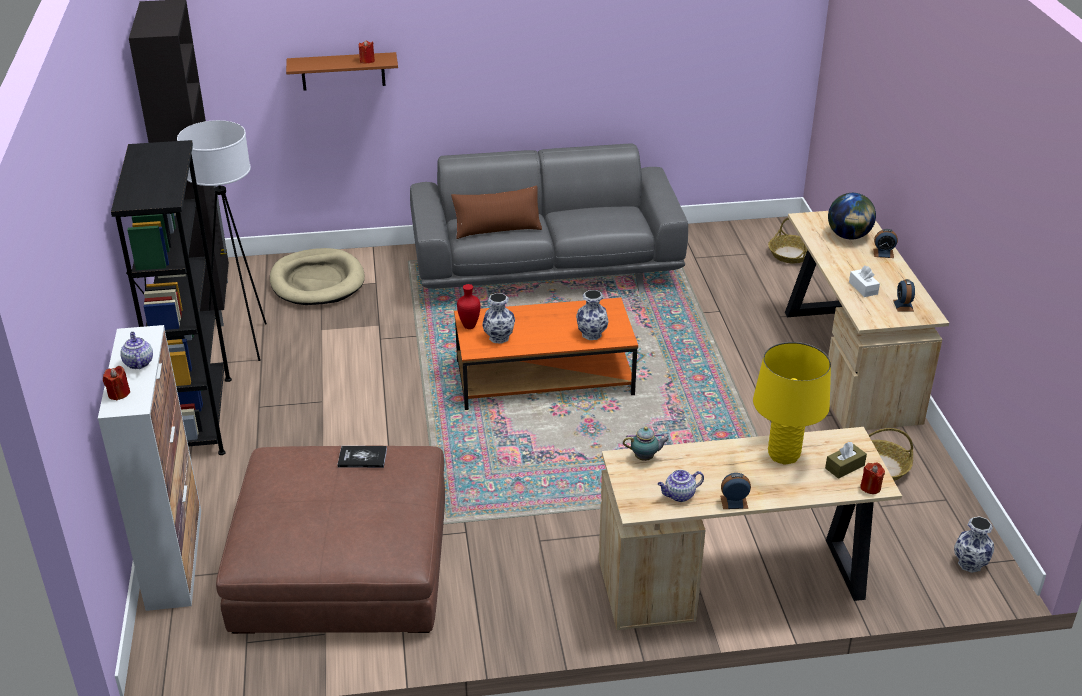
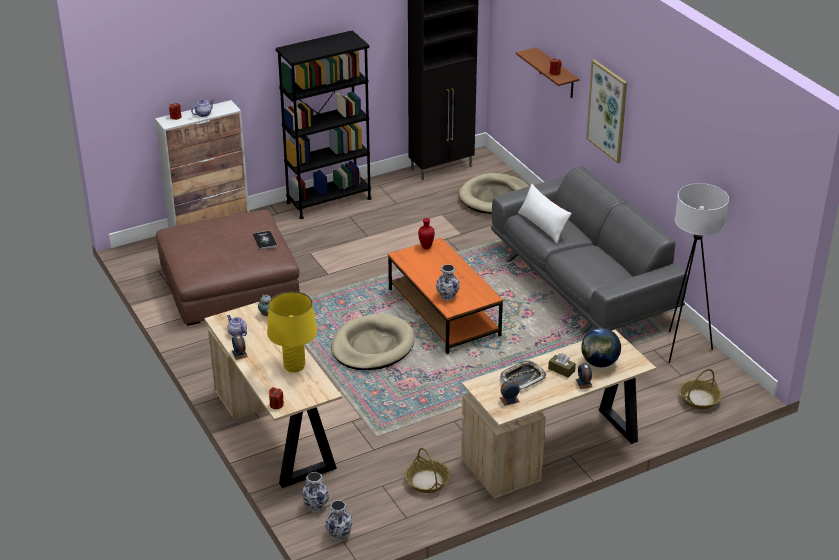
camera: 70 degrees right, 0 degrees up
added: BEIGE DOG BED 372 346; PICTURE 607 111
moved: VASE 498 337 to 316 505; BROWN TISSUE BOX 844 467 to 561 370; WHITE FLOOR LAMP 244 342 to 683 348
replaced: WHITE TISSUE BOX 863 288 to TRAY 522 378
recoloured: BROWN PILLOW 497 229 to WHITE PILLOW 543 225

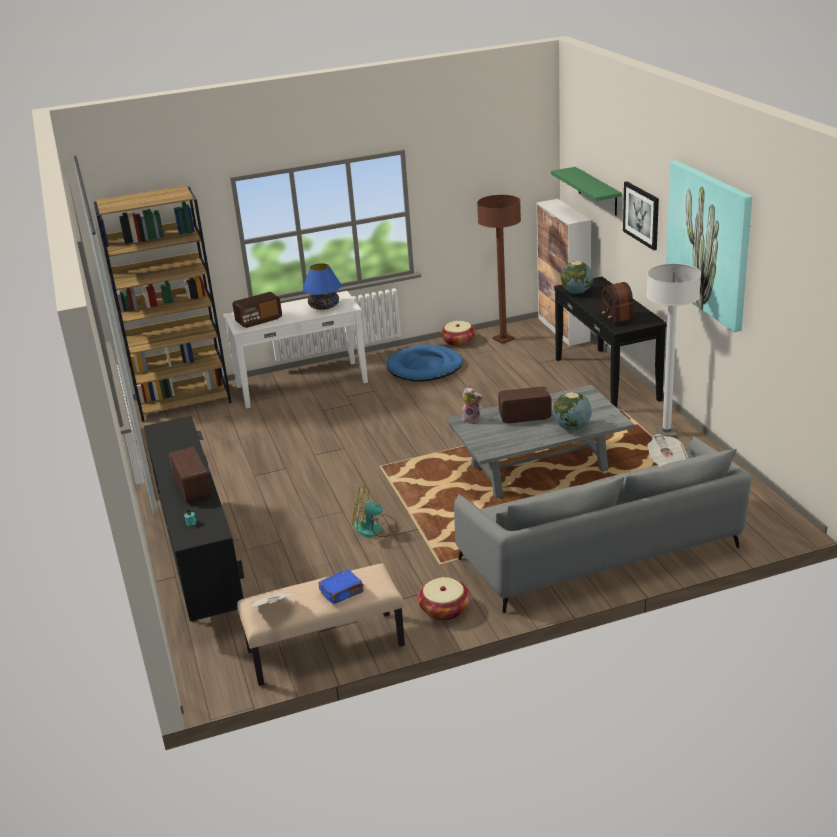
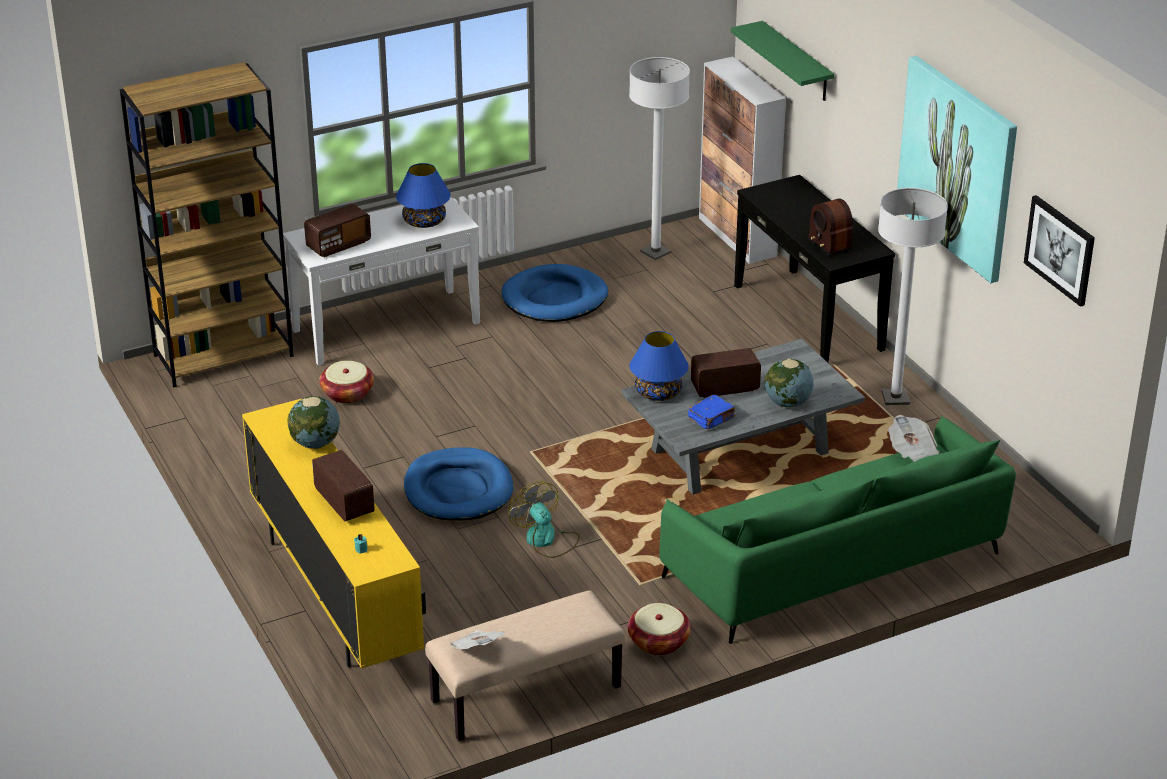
camera: 10 degrees left, 5 degrees up
added: BLUE DOG BED 458 489
moved: GLOBE 576 292 to 315 443; BASKET 458 341 to 347 393; BLUE BOOK 342 592 to 711 419; PICTURE 641 215 to 1060 249
replaced: PLUSH TOY 472 420 to BLUE TABLE LAMP 658 393
recoloured: BLACK TV STAND 201 565 to YELLOW TV STAND 334 594; BROWN FLOOR LAMP 503 339 to WHITE FLOOR LAMP 655 252; GREY SOFA 603 553 to GREEN SOFA 838 565
turned: FAN 374 529 = 546 540 60 degrees clockwise

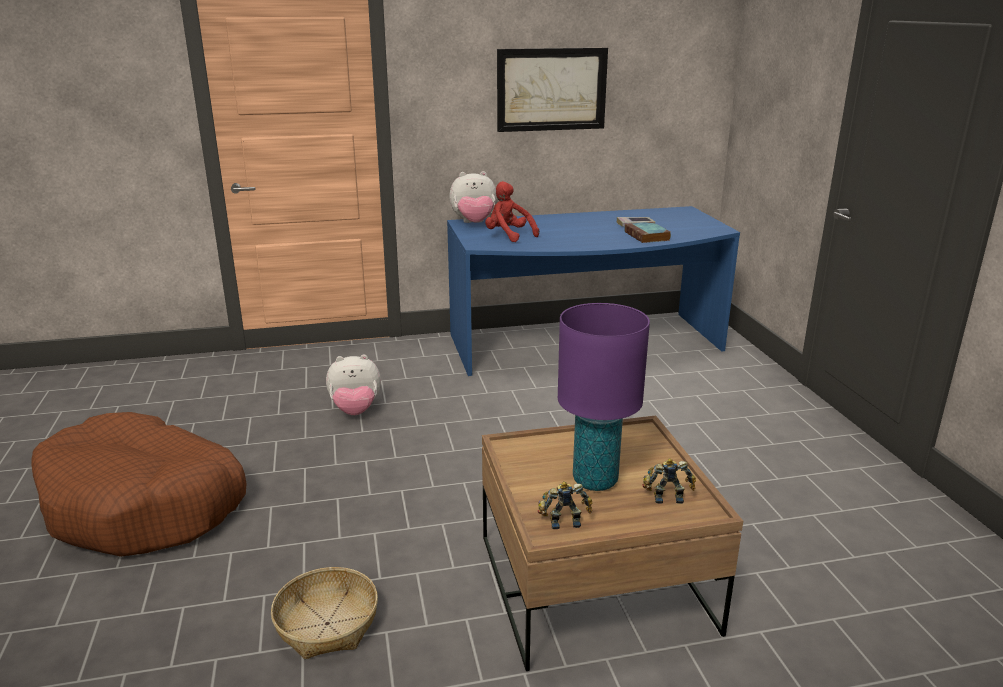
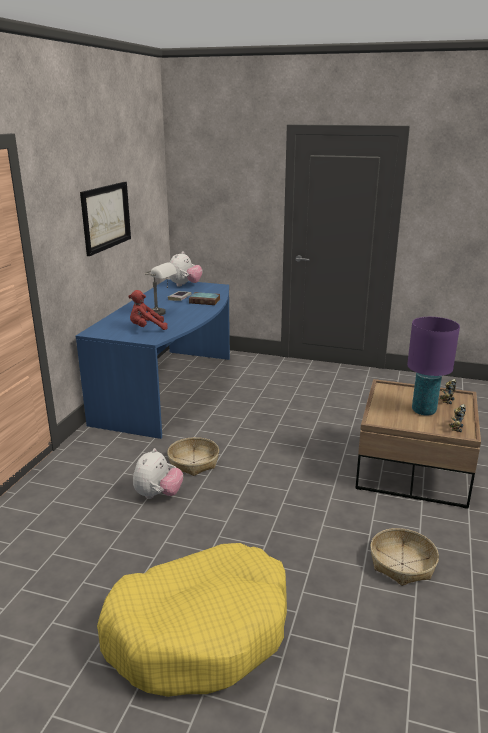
camera: 60 degrees left, 0 degrees up
added: GREY TABLE LAMP 162 313; BASKET 194 462
moved: PLUSH TOY 474 223 to 185 285
recoloured: BROWN DOG BED 144 504 to YELLOW DOG BED 200 631

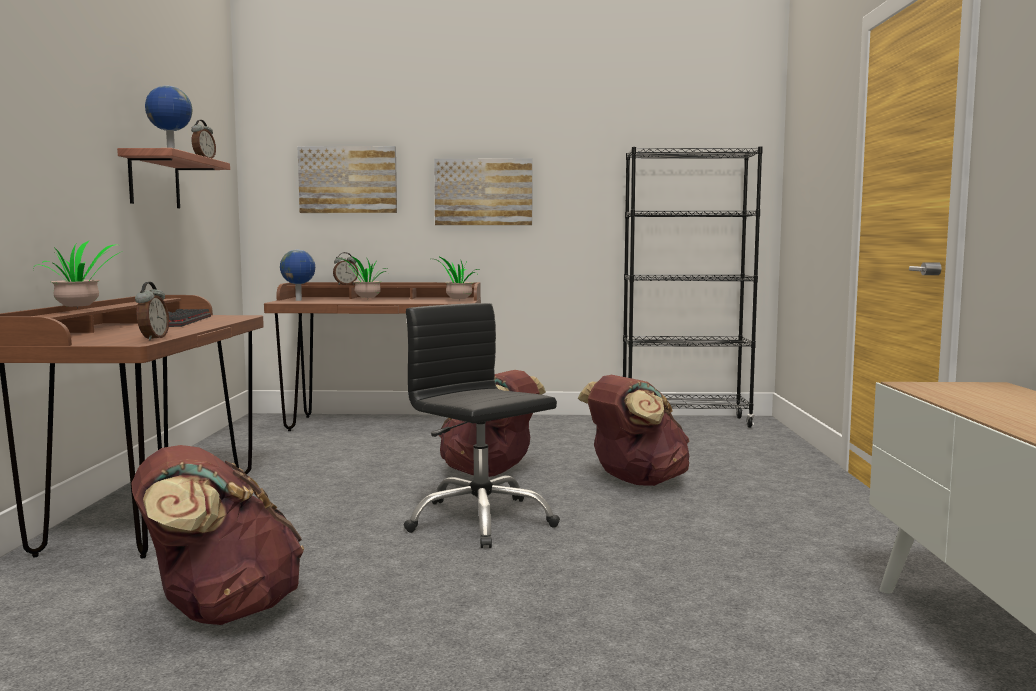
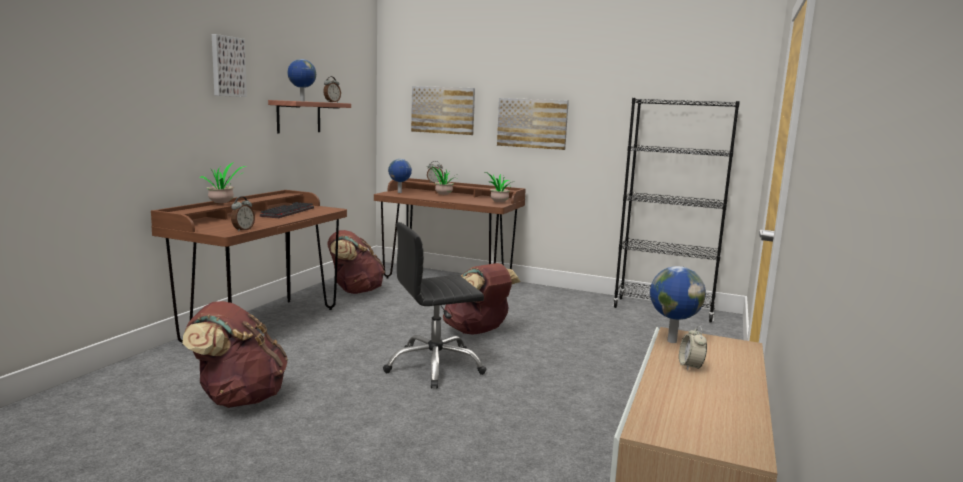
camera: 20 degrees right, 5 degrees up
added: PICTURE 227 66; GLOBE 671 341; ALARM CLOCK 690 366
moved: BROWN BACKPACK 636 482 to 355 291
turned: BLACK OFFICE CHAIR 480 520 = 434 366 90 degrees counterclockwise

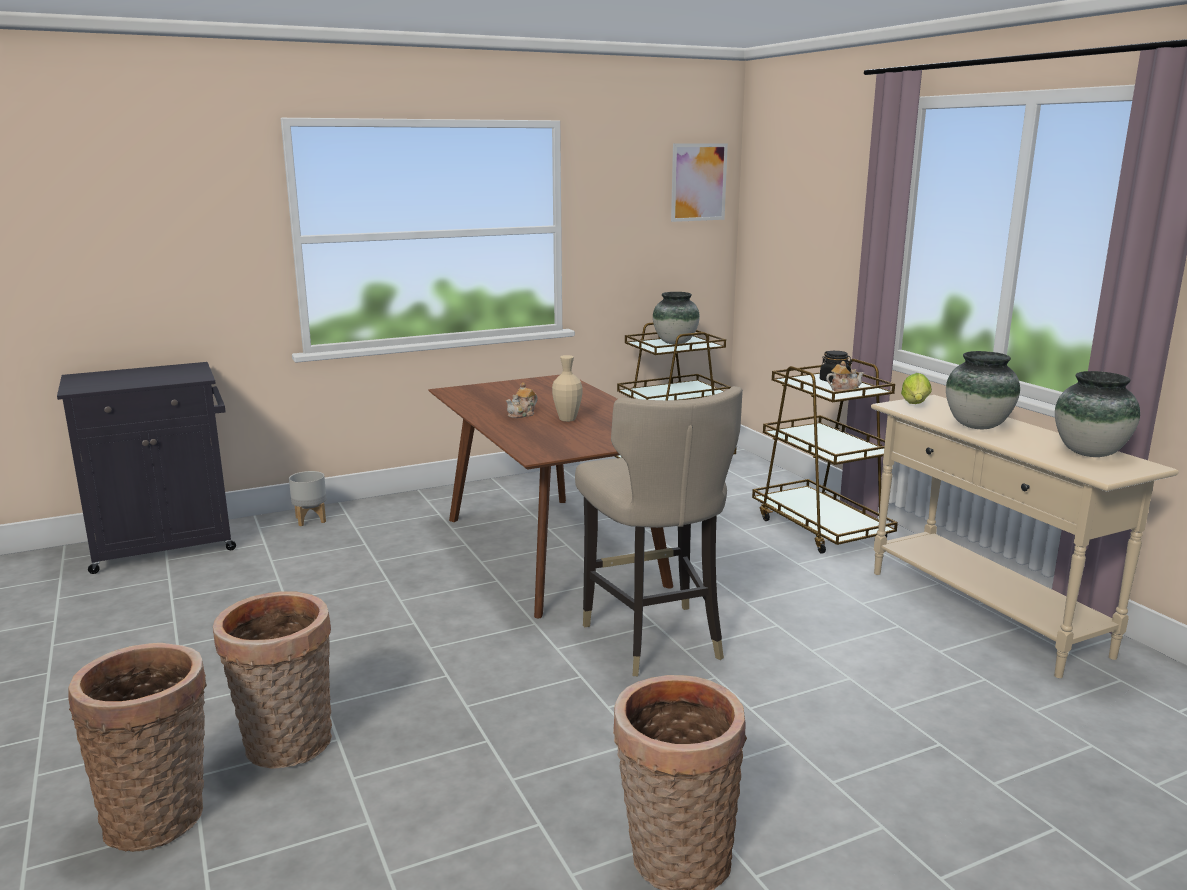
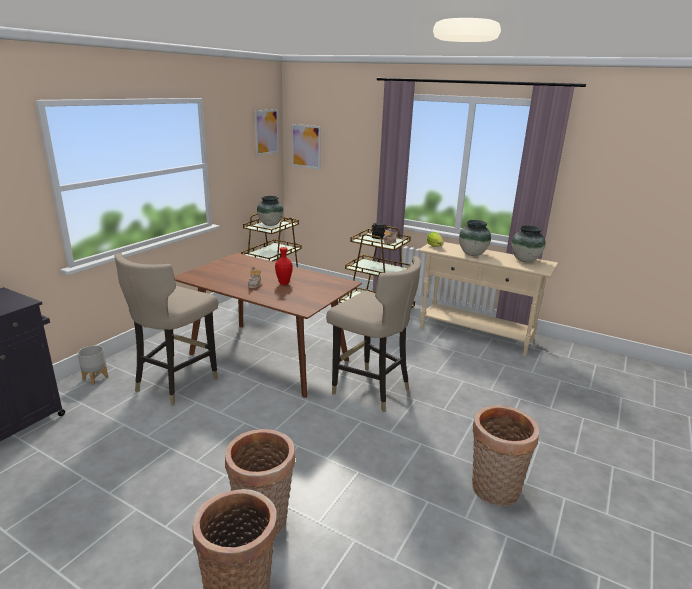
camera: 35 degrees left, 5 degrees up
added: BEIGE STOOL 176 382; PICTURE 306 146
recoloured: BEIGE VASE 567 419 to RED VASE 284 283

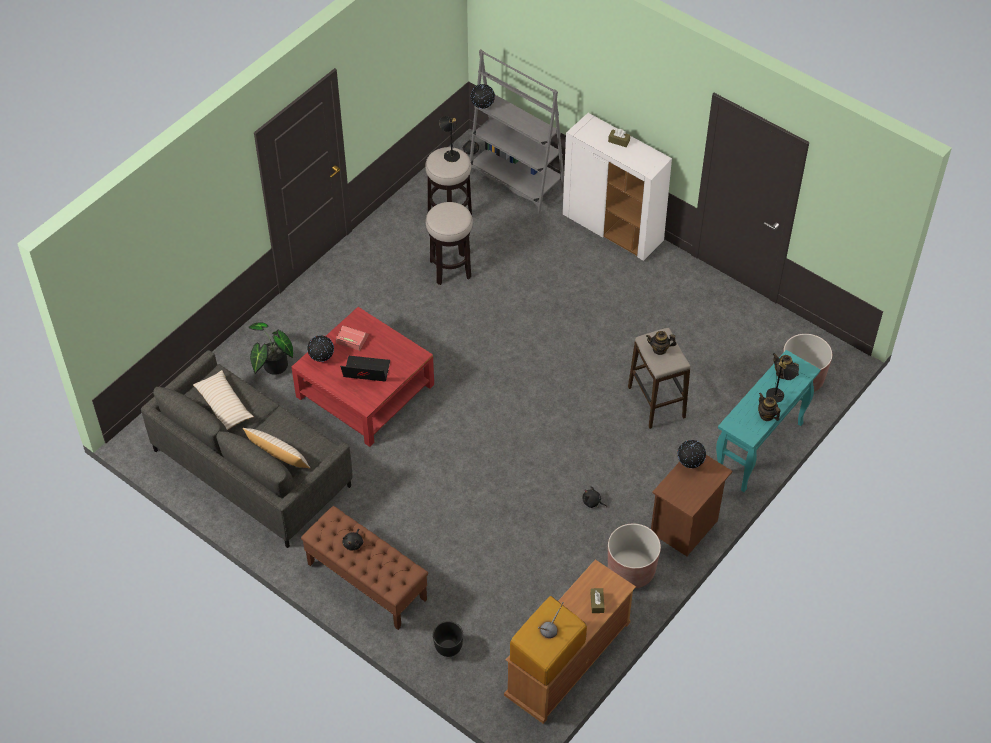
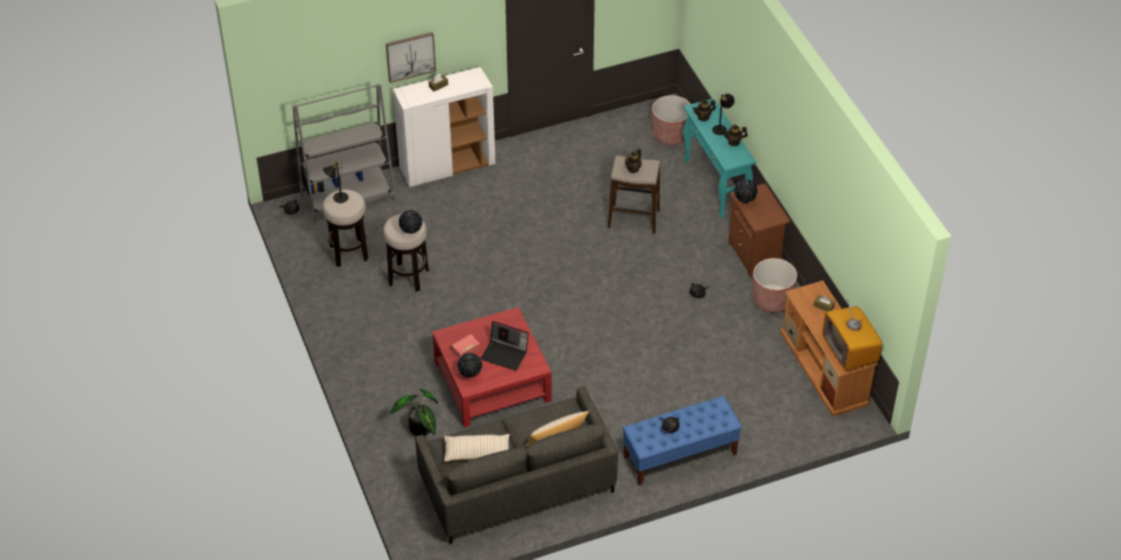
camera: 60 degrees left, 5 degrees down
removed: BLACK PLANTER 449 647
added: PICTURE 410 56
moved: GLOBE 482 108 to 411 232
recoloured: BROWN BENCH 366 581 to BLUE BENCH 679 455
turned: LAPTOP 365 372 = 505 354 105 degrees counterclockwise

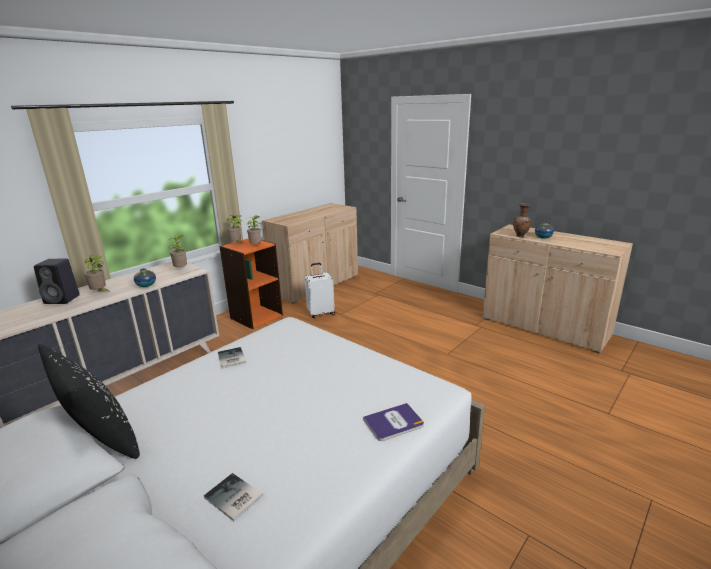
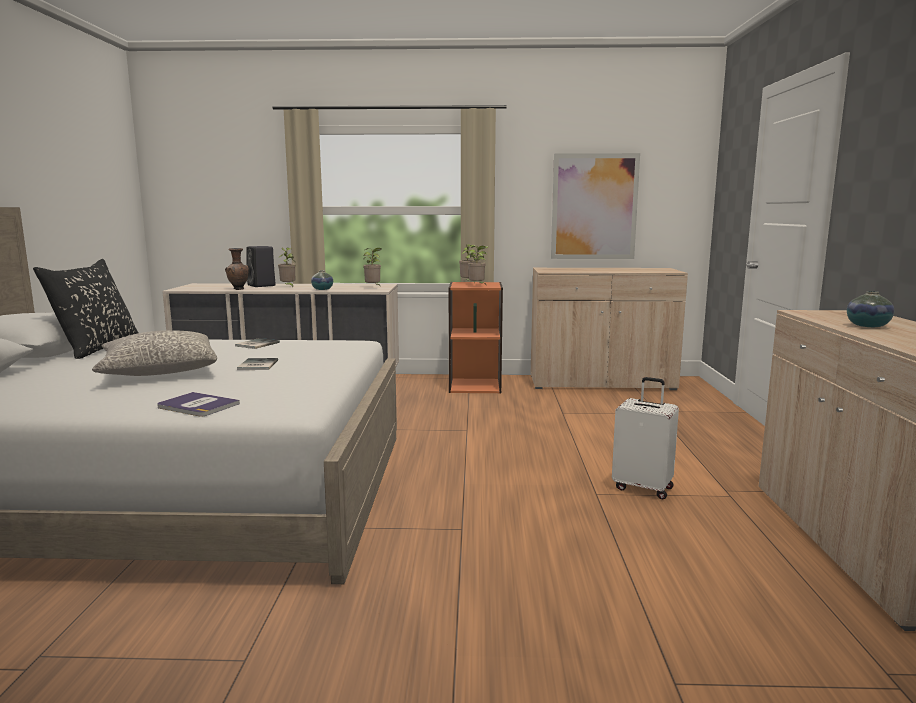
camera: 50 degrees right, 10 degrees down
added: GREY PILLOW 159 371; PICTURE 594 207
moved: BROWN VASE 520 236 to 238 289; BOOK 233 498 to 256 365; WHITE SUITCASE 321 313 to 643 487

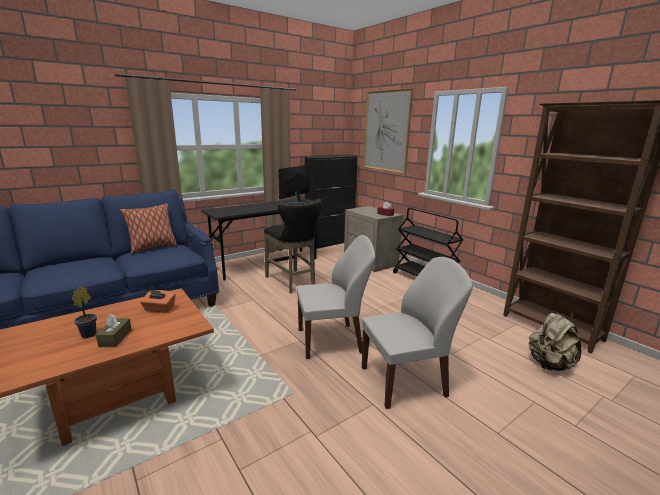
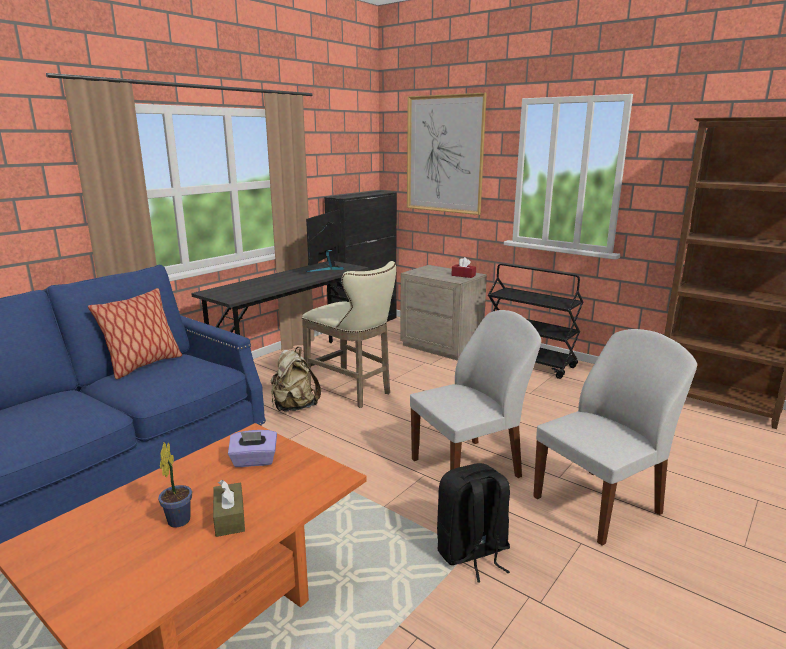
camera: 15 degrees left, 0 degrees up
added: BLACK BACKPACK 472 553
moved: BEIGE BACKPACK 549 365 to 294 407
recoloured: ORANGE TISSUE BOX 159 309 to PURPLE TISSUE BOX 254 461; BLACK STOOL 292 282 to BEIGE STOOL 352 391

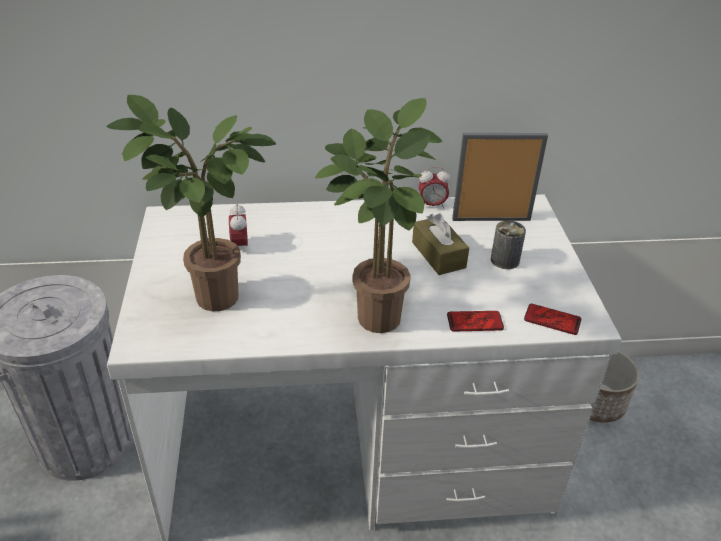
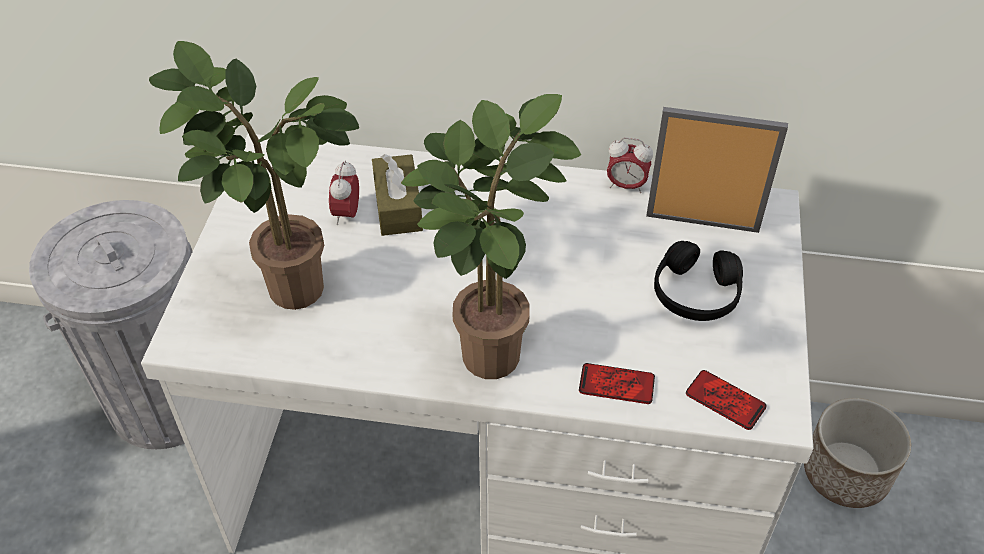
camera: 15 degrees right, 10 degrees up
moved: BROWN TISSUE BOX 438 255 to 398 206
replaced: CAN 505 260 to BLACK HEADPHONES 696 293

